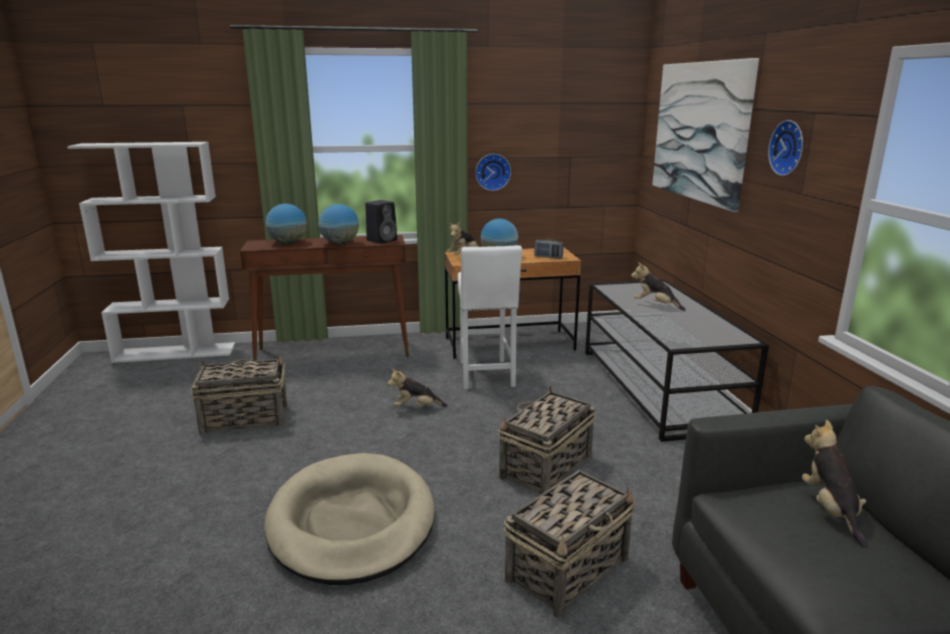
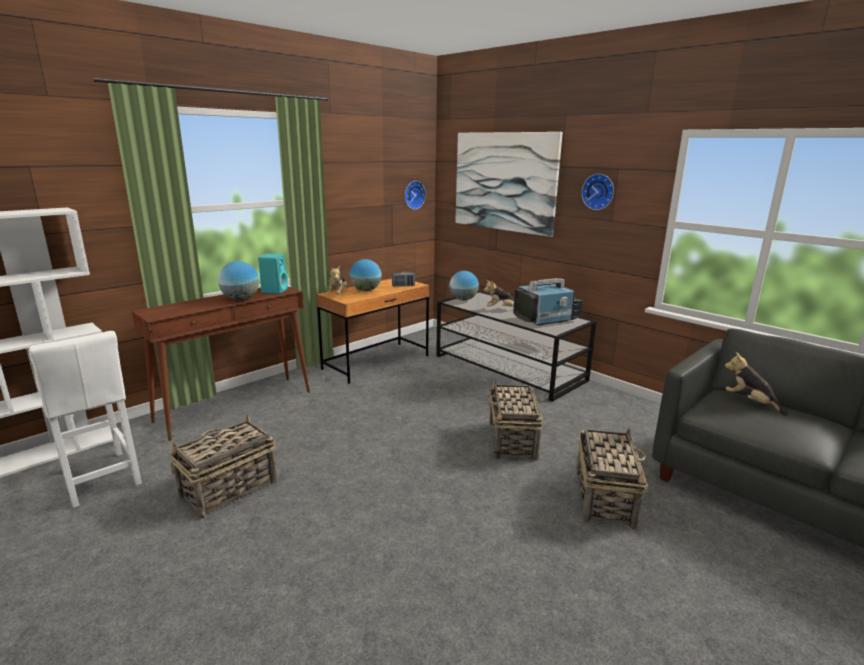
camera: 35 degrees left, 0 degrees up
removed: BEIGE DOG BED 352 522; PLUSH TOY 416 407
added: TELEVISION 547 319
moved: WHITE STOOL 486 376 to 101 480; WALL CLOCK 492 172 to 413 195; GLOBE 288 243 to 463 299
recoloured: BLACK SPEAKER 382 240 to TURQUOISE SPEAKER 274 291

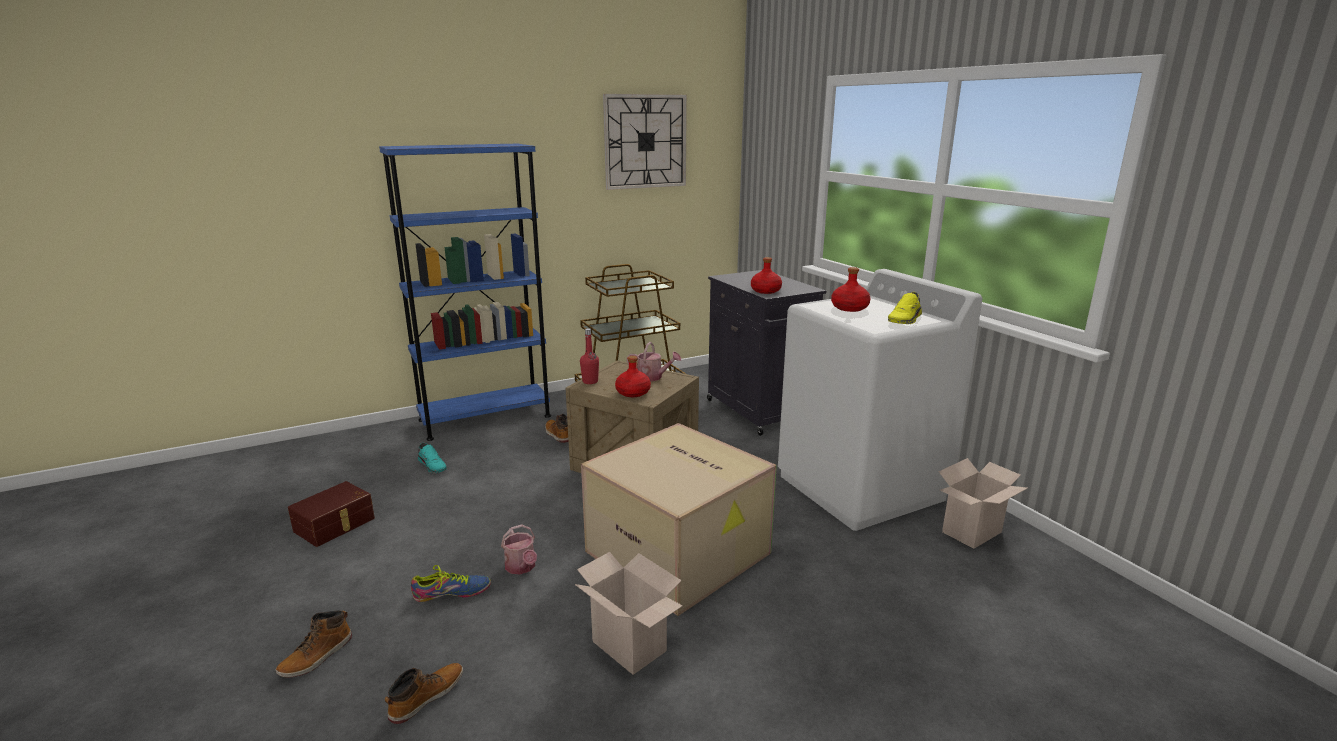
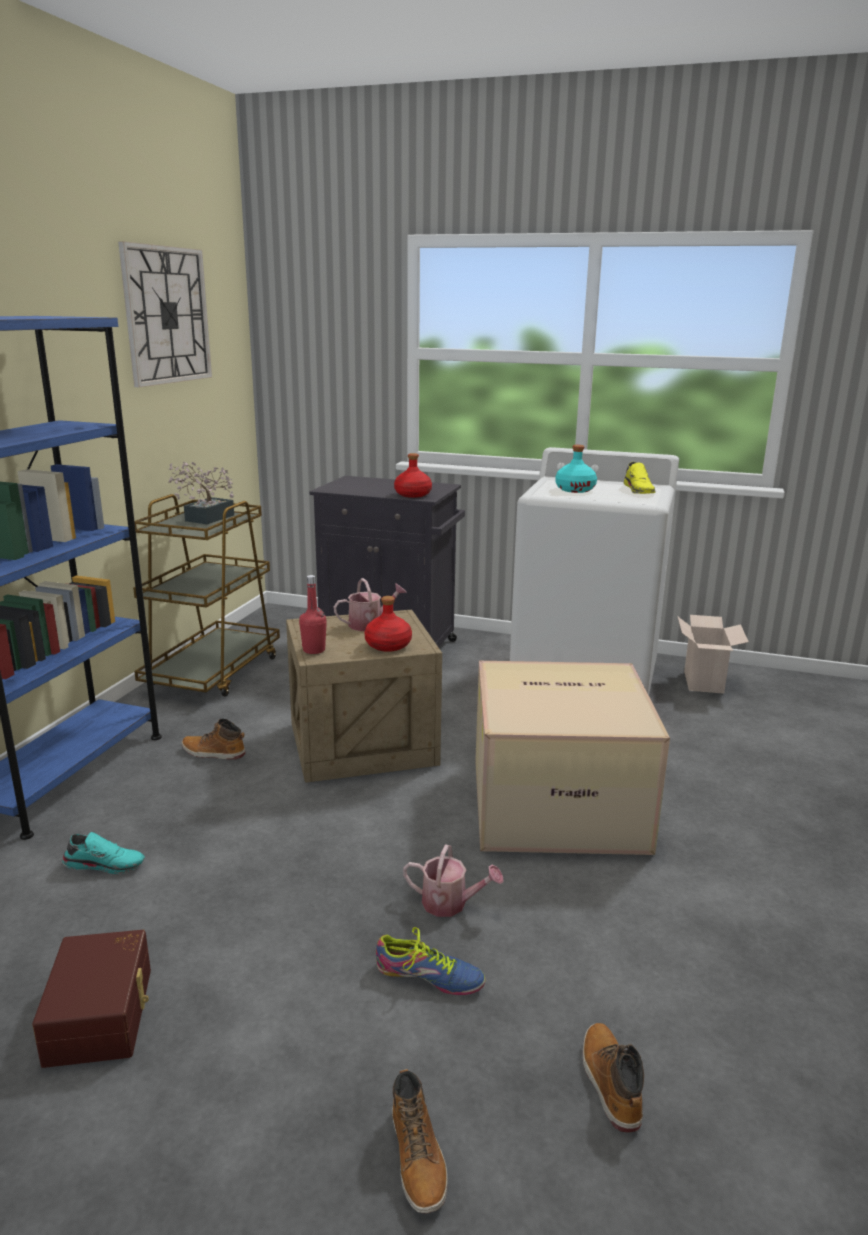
camera: 45 degrees left, 0 degrees up
removed: CARDBOARD BOX 632 646
added: POTTED PLANT 205 519
recoloured: RED BOTTLE 850 308 to TURQUOISE BOTTLE 575 489
turned: SHOE 452 592 = 429 976 75 degrees clockwise

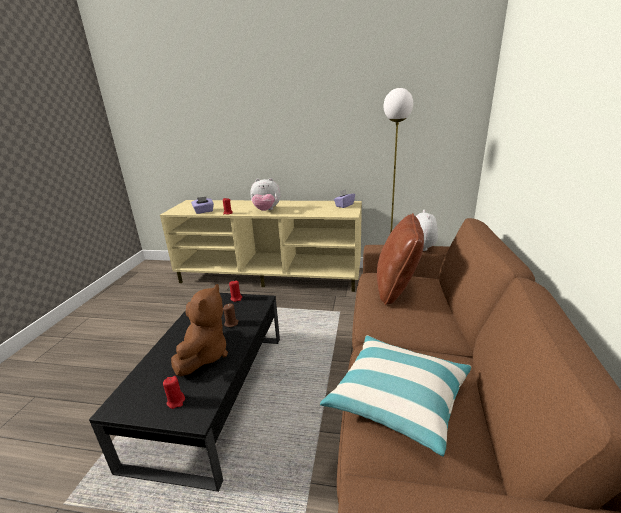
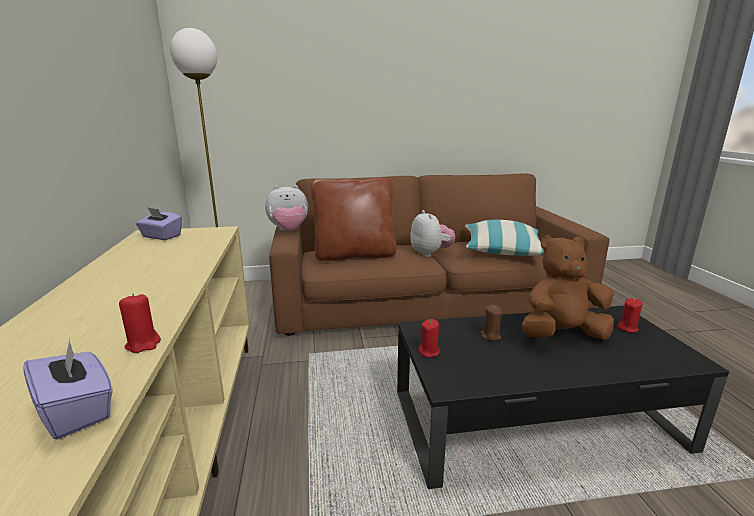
camera: 110 degrees left, 5 degrees down
moved: PLUSH TOY 266 211 to 430 253

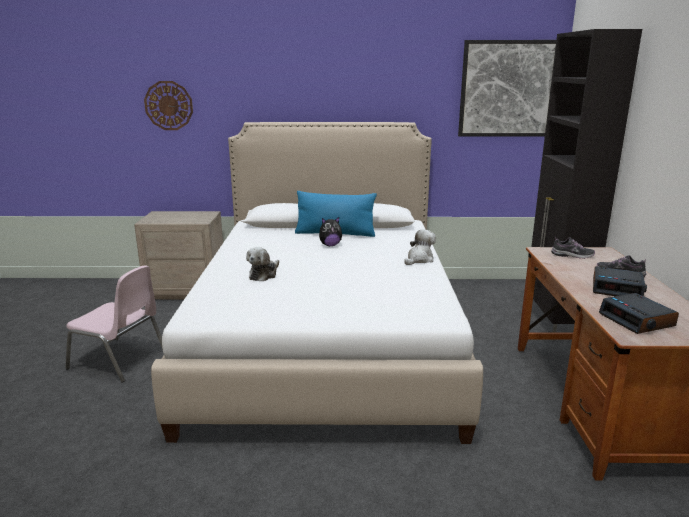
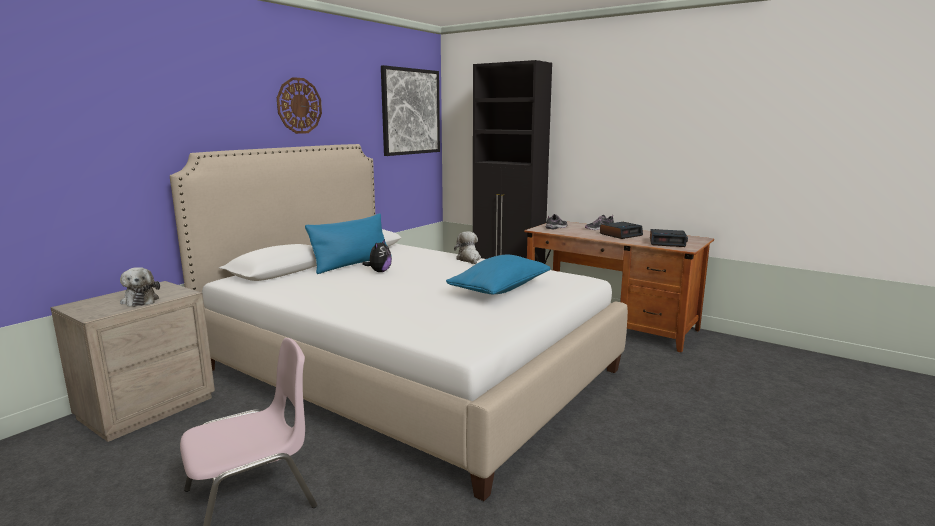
camera: 55 degrees left, 5 degrees down
added: BLUE PILLOW 500 290
moved: PLUSH TOY 264 275 to 140 300; WALL CLOCK 169 105 to 299 105

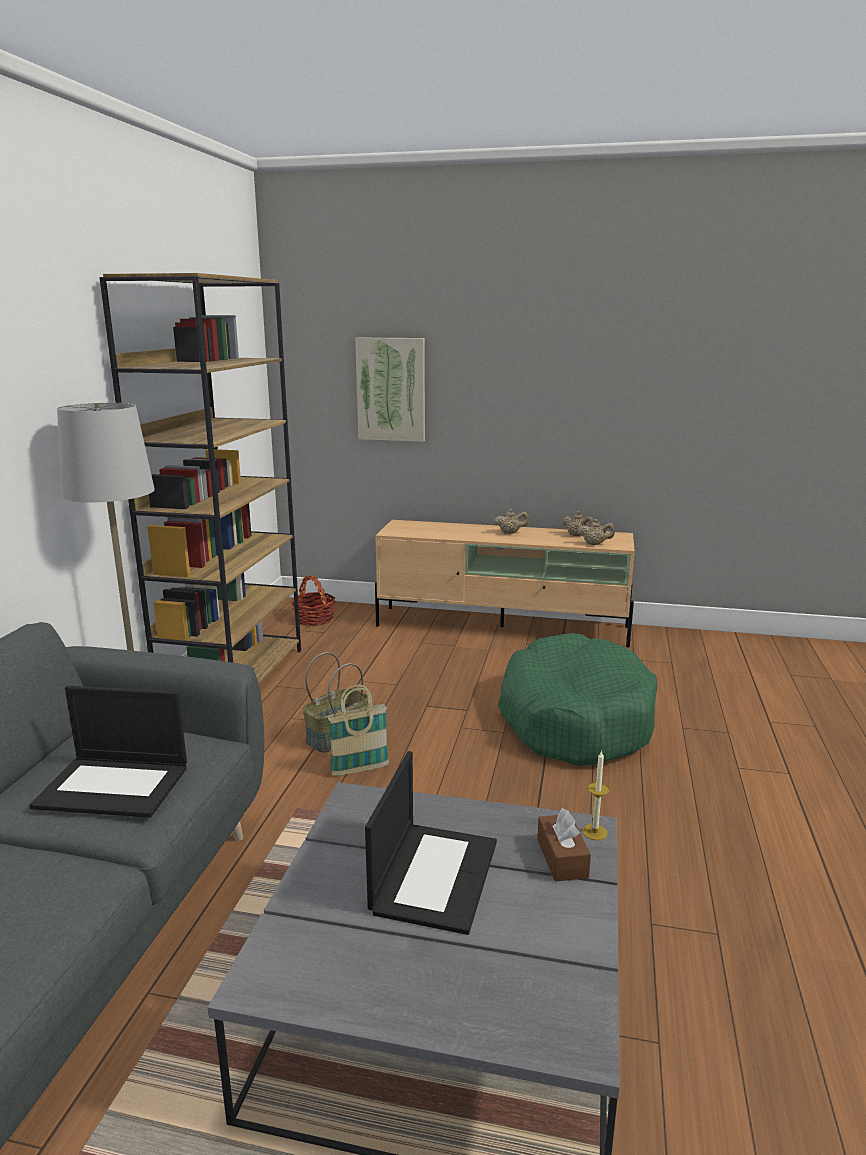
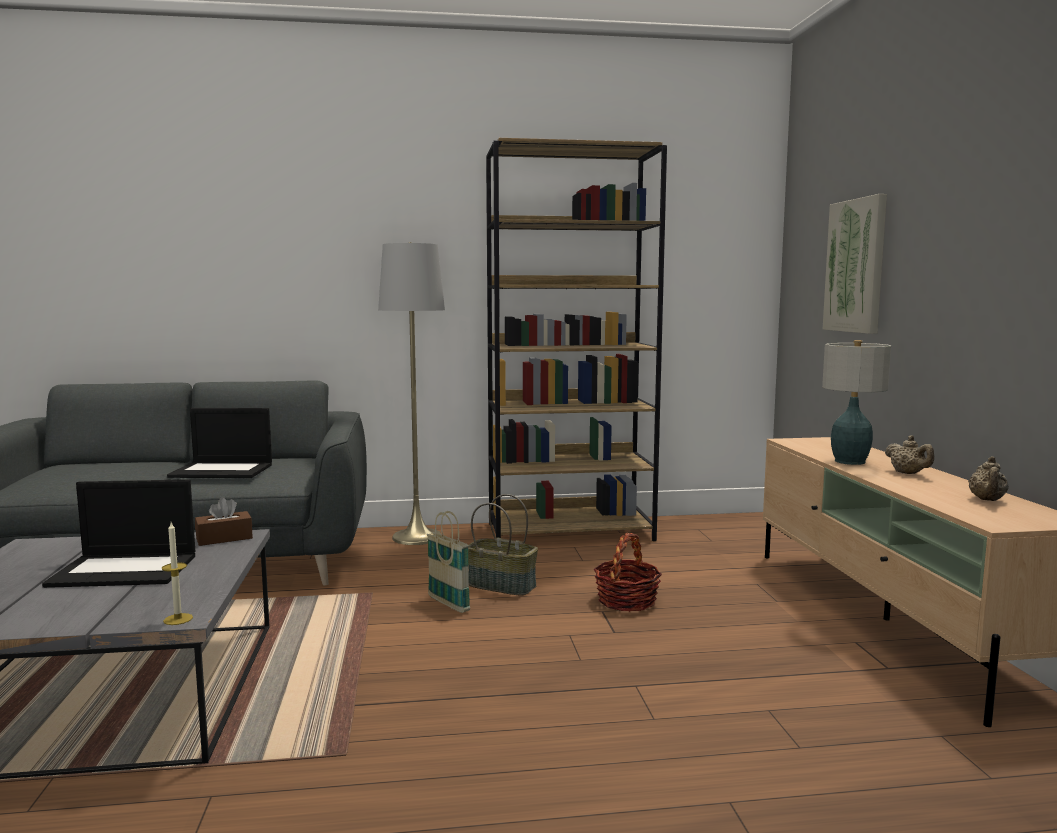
camera: 70 degrees right, 10 degrees down
removed: GREEN DOG BED 575 719; BEIGE TEAPOT 594 544
added: TABLE LAMP 849 461
moved: BROWN TISSUE BOX 562 858 to 224 538; BASKET 314 619 to 626 601
turned: LAPTOP 115 786 = 223 470 75 degrees counterclockwise

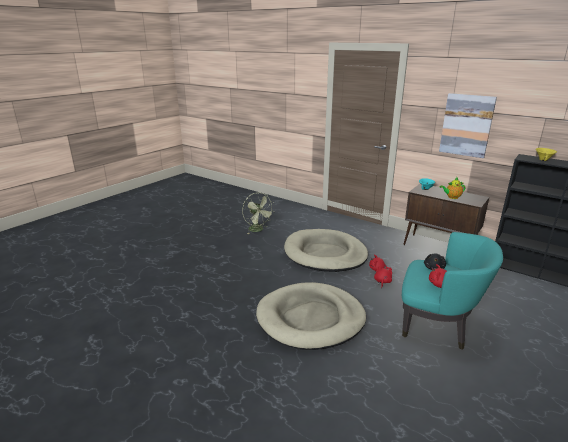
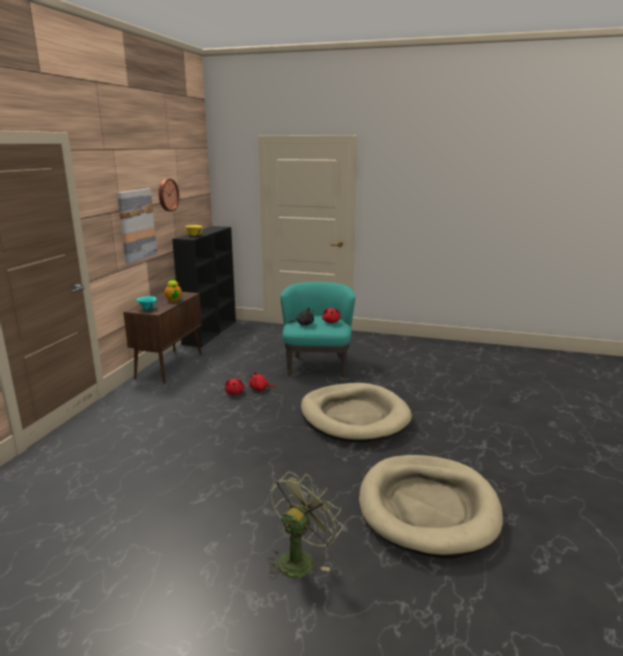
camera: 110 degrees left, 5 degrees down
added: WALL CLOCK 167 195
moved: GREEN FAN 258 230 to 300 559; BEIGE DOG BED 325 254 to 427 508

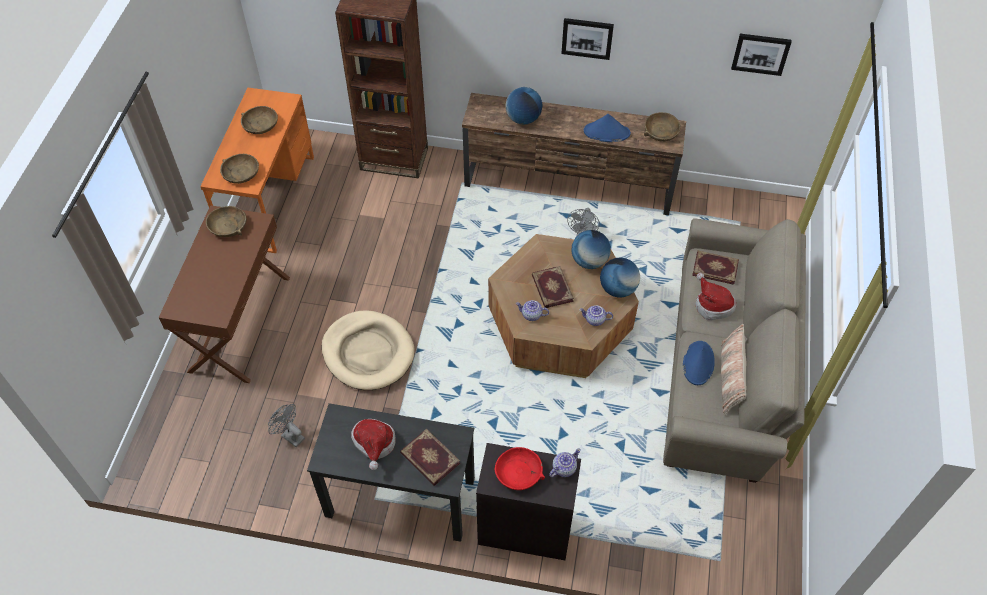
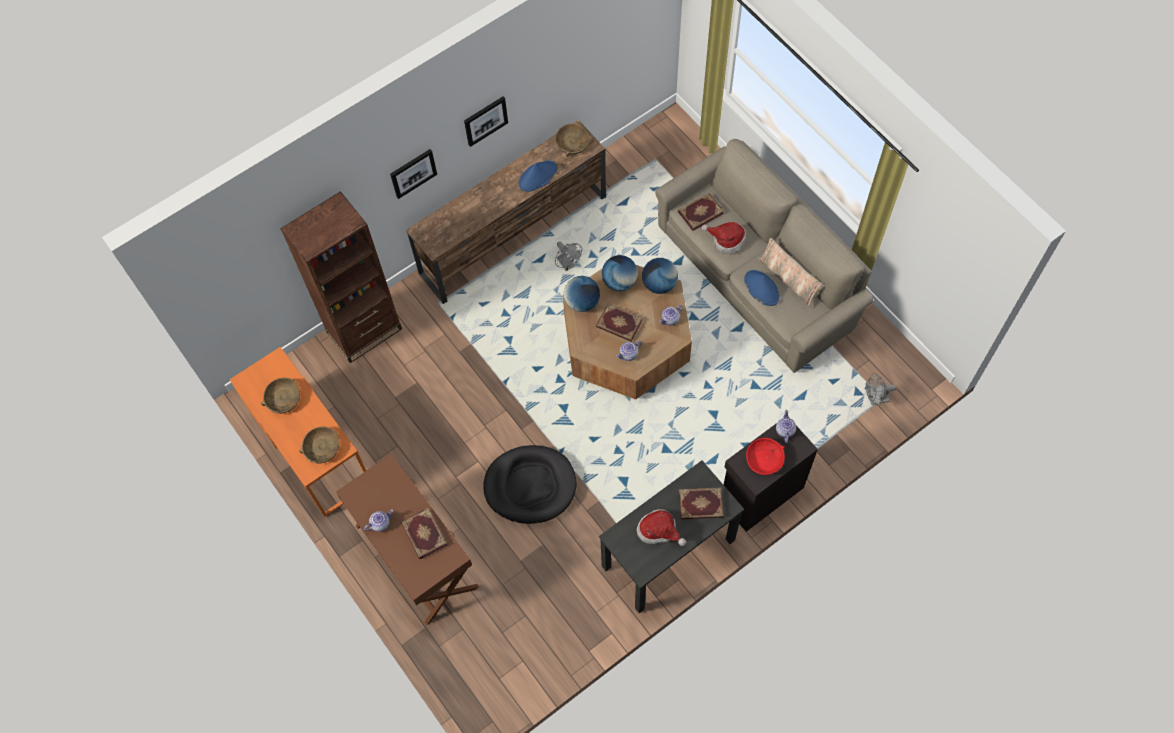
camera: 45 degrees left, 10 degrees up
removed: BROWN BOWL 228 226
added: TEAPOT 380 523; BOOK 423 534
moved: PICTURE 760 53 to 413 173; GLOBE 523 119 to 582 302; GREY FAN 290 435 to 875 399
recoloured: BEIGE DOG BED 368 352 to BLACK DOG BED 530 486

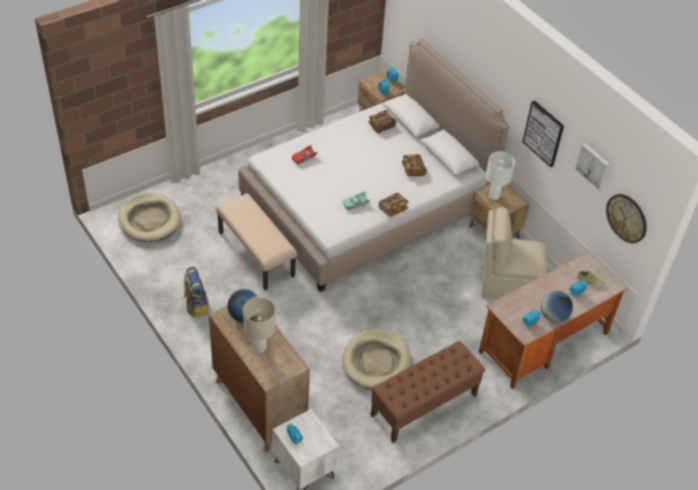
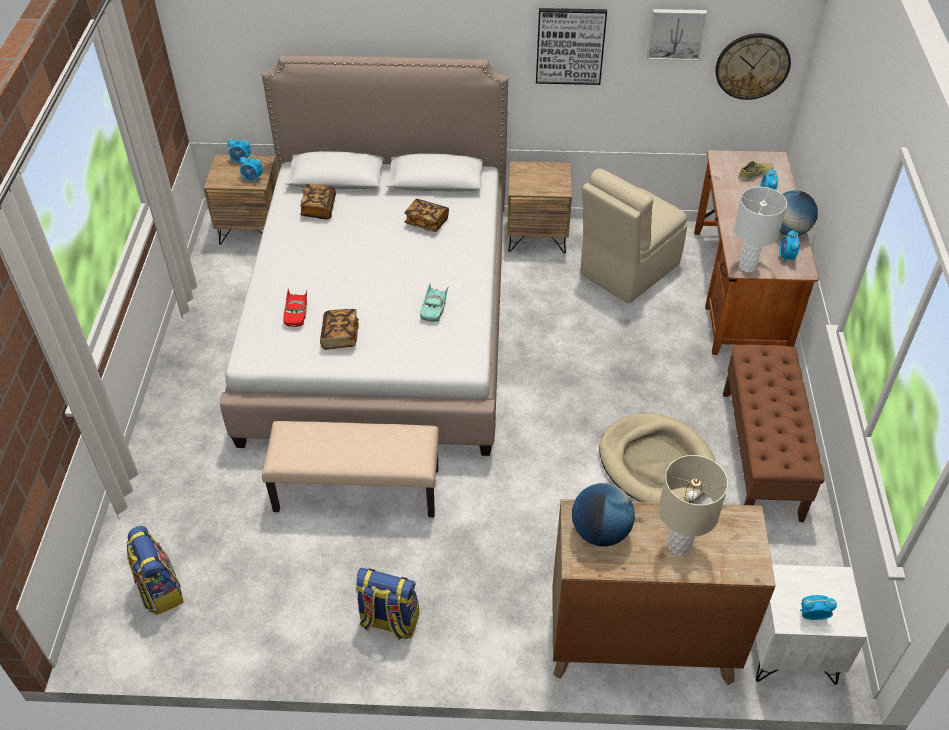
camera: 50 degrees left, 0 degrees up
moved: BOOK 393 209 to 340 336; WHITE TABLE LAMP 494 196 to 747 266
replaced: BEIGE DOG BED 149 220 to BACKPACK 160 589

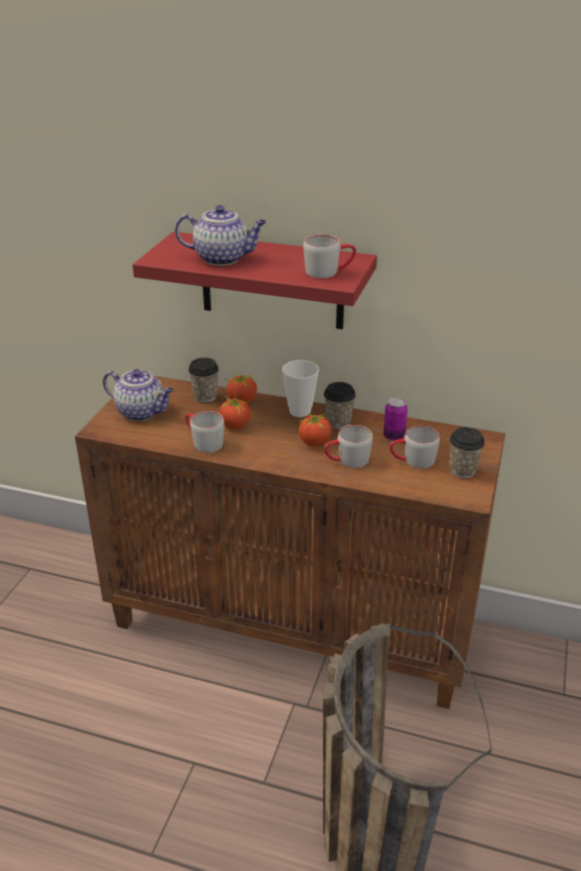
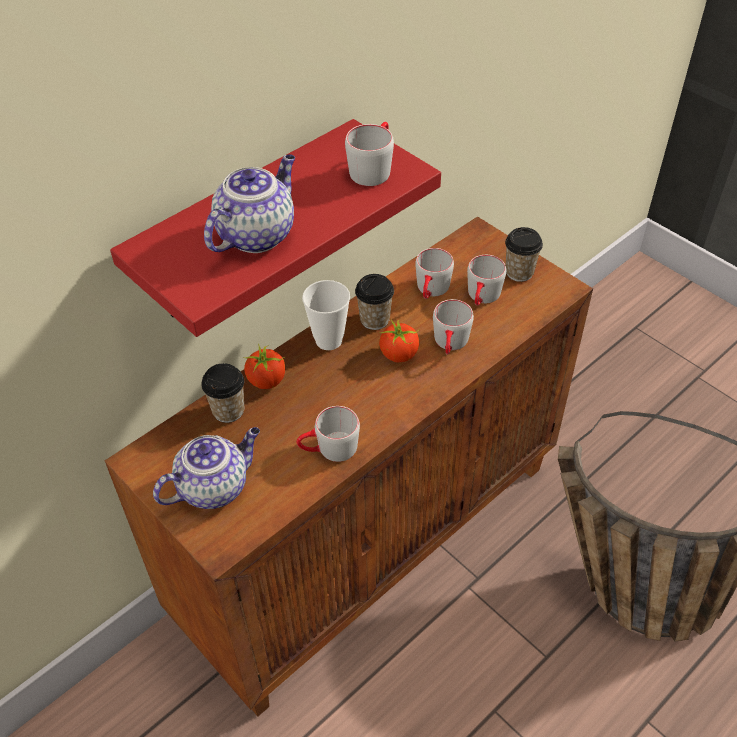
camera: 60 degrees left, 15 degrees up
removed: TOMATO 234 425
replaced: CAN 394 437 to GREY MUG 431 291

